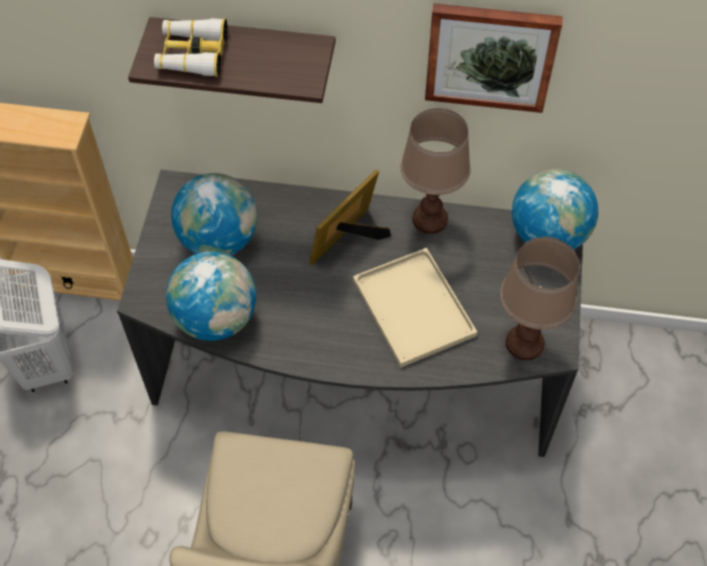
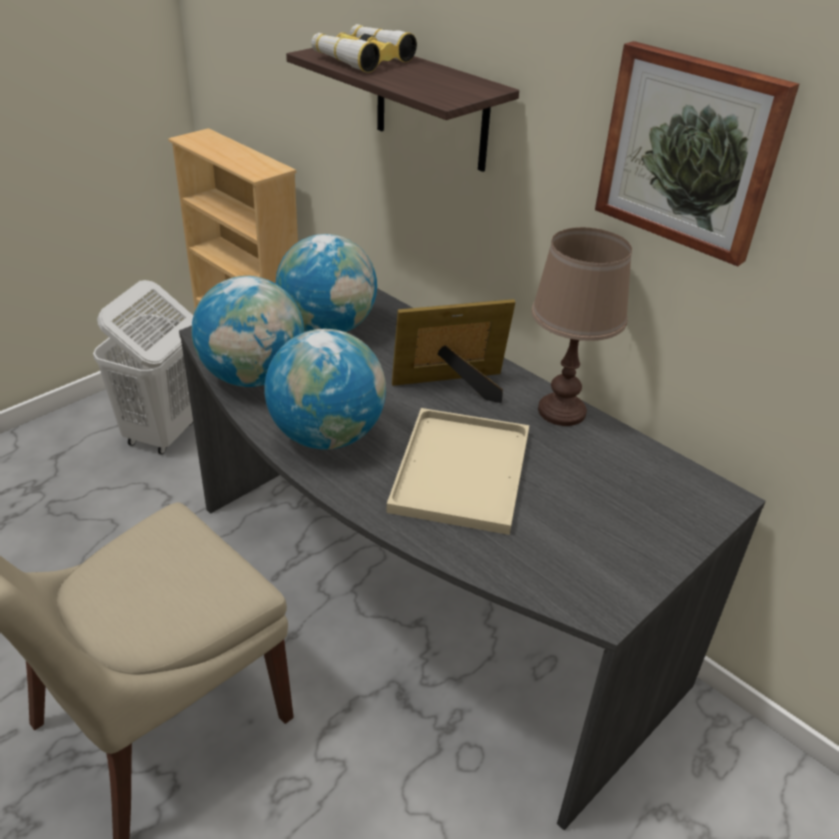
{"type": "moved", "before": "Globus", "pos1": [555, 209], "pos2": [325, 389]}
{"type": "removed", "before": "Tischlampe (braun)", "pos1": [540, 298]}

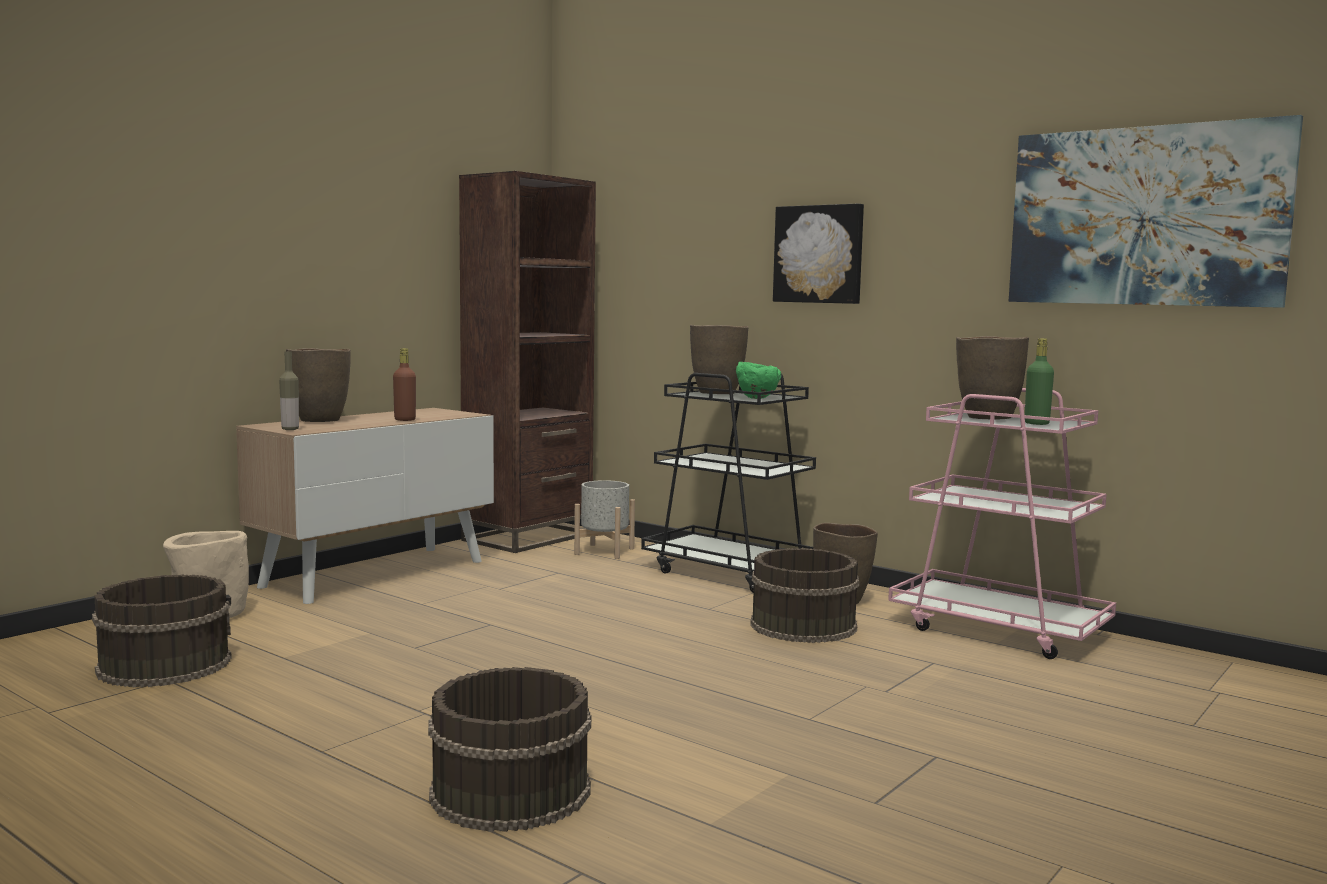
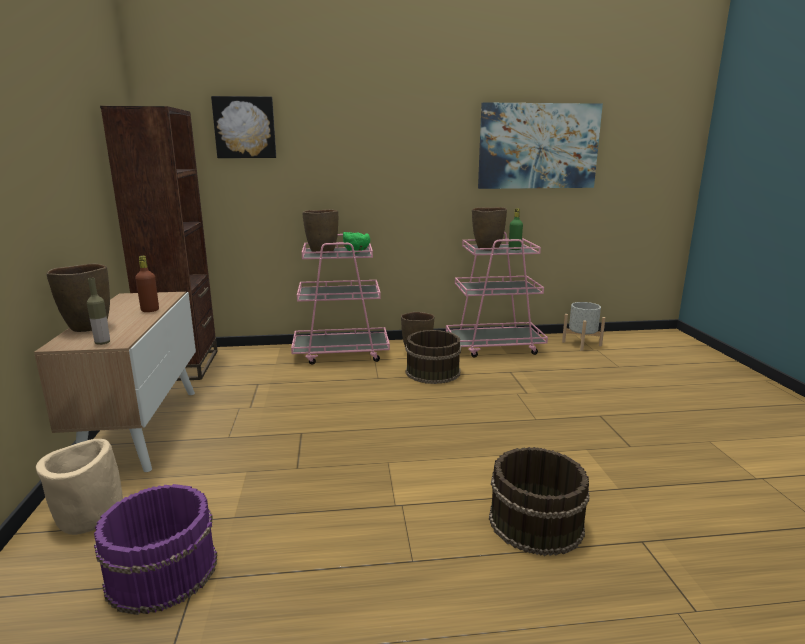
{"type": "recoloured", "before": "Eimer (braun)", "after": "Eimer (lila)", "pos1": [162, 630], "pos2": [156, 549]}
{"type": "moved", "before": "Bild", "pos1": [818, 254], "pos2": [243, 127]}
{"type": "recoloured", "before": "Rollwagen (schwarz)", "after": "Rollwagen (rosa)", "pos1": [728, 483], "pos2": [340, 299]}
{"type": "moved", "before": "Pflanzkübel (grau)", "pos1": [604, 519], "pos2": [583, 326]}

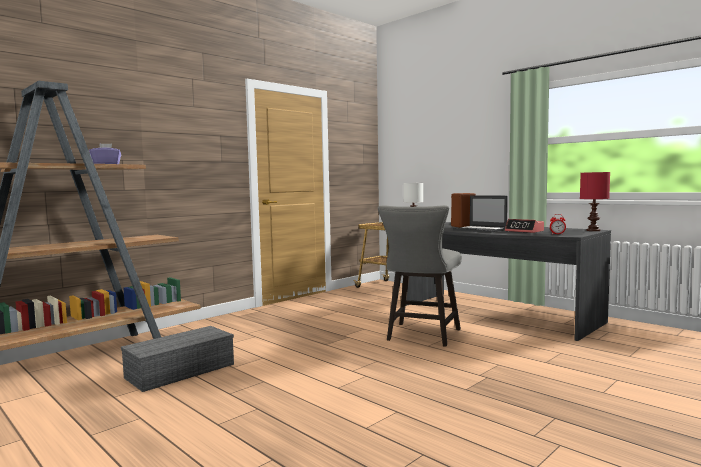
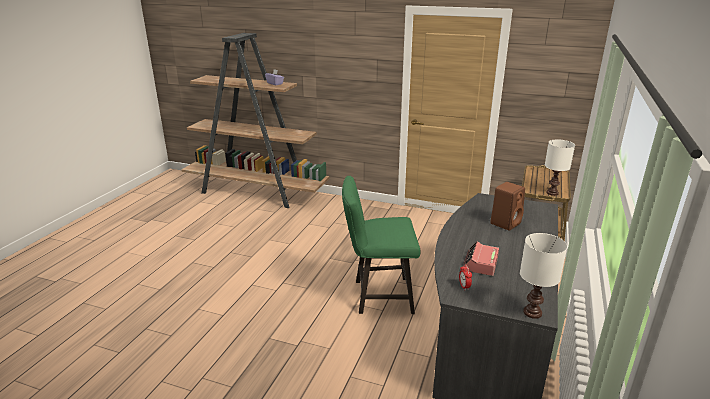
{"type": "recoloured", "before": "Hocker (grau)", "after": "Hocker (grün)", "pos1": [420, 276], "pos2": [381, 245]}
{"type": "recoloured", "before": "Tischlampe (rot)", "after": "Tischlampe (weiß)", "pos1": [595, 201], "pos2": [543, 276]}
{"type": "removed", "before": "Aufbewahrungsbox (grau)", "pos1": [177, 359]}
{"type": "removed", "before": "Laptop", "pos1": [480, 214]}

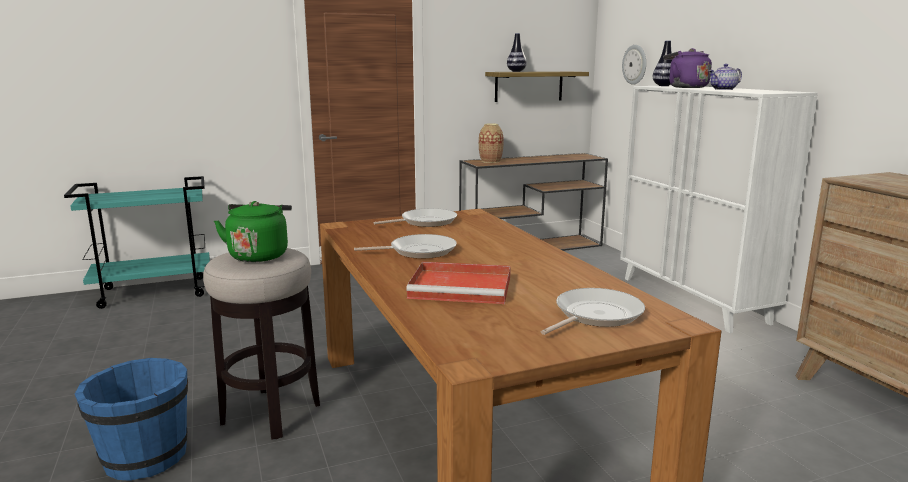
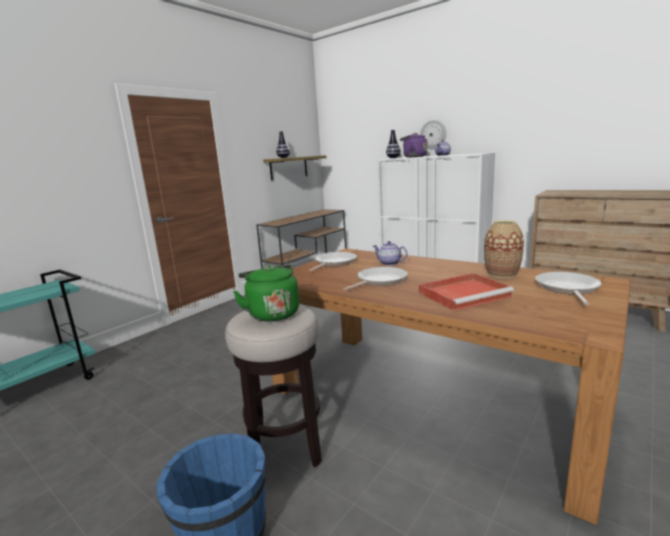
{"type": "added", "after": "Teekanne", "pos2": [390, 253]}
{"type": "moved", "before": "Wanduhr", "pos1": [634, 65], "pos2": [433, 134]}
{"type": "moved", "before": "Vase", "pos1": [491, 143], "pos2": [504, 249]}

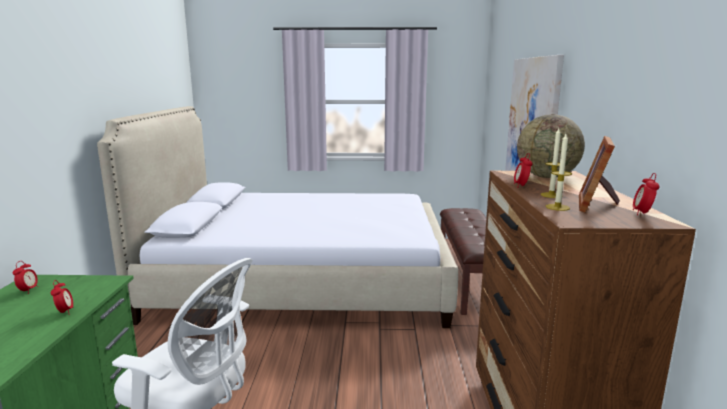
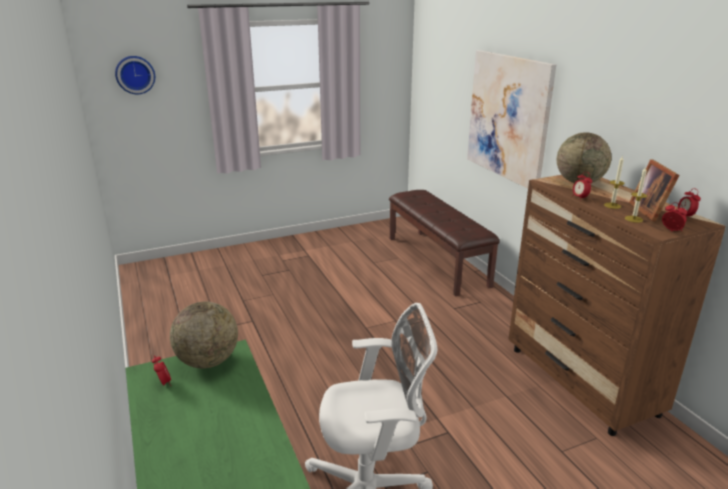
{"type": "added", "after": "Wanduhr", "pos2": [135, 75]}
{"type": "added", "after": "Globus", "pos2": [204, 334]}
{"type": "moved", "before": "Wecker", "pos1": [62, 297], "pos2": [674, 216]}
{"type": "removed", "before": "Bett", "pos1": [277, 217]}

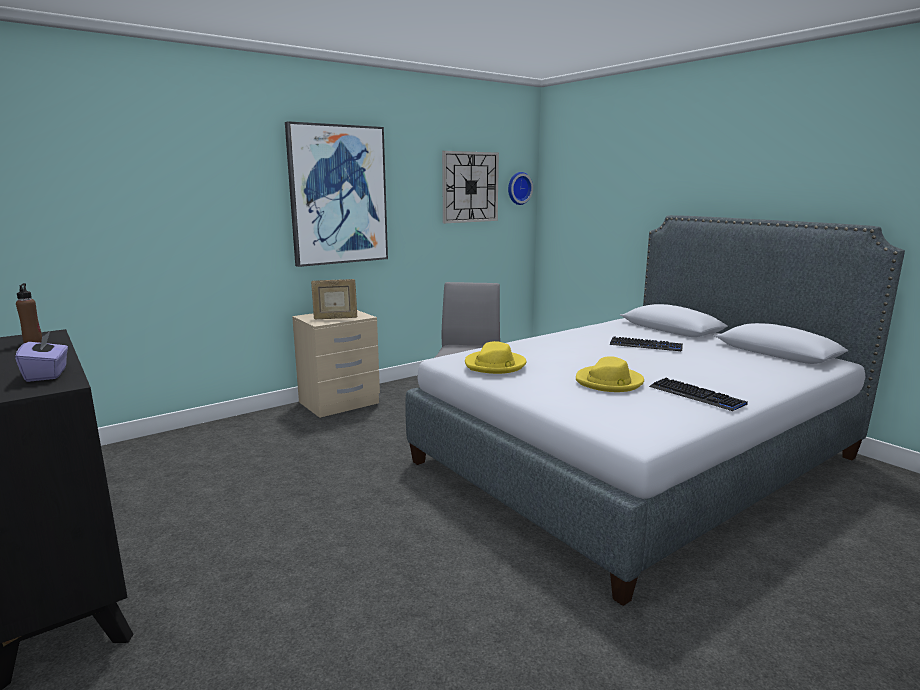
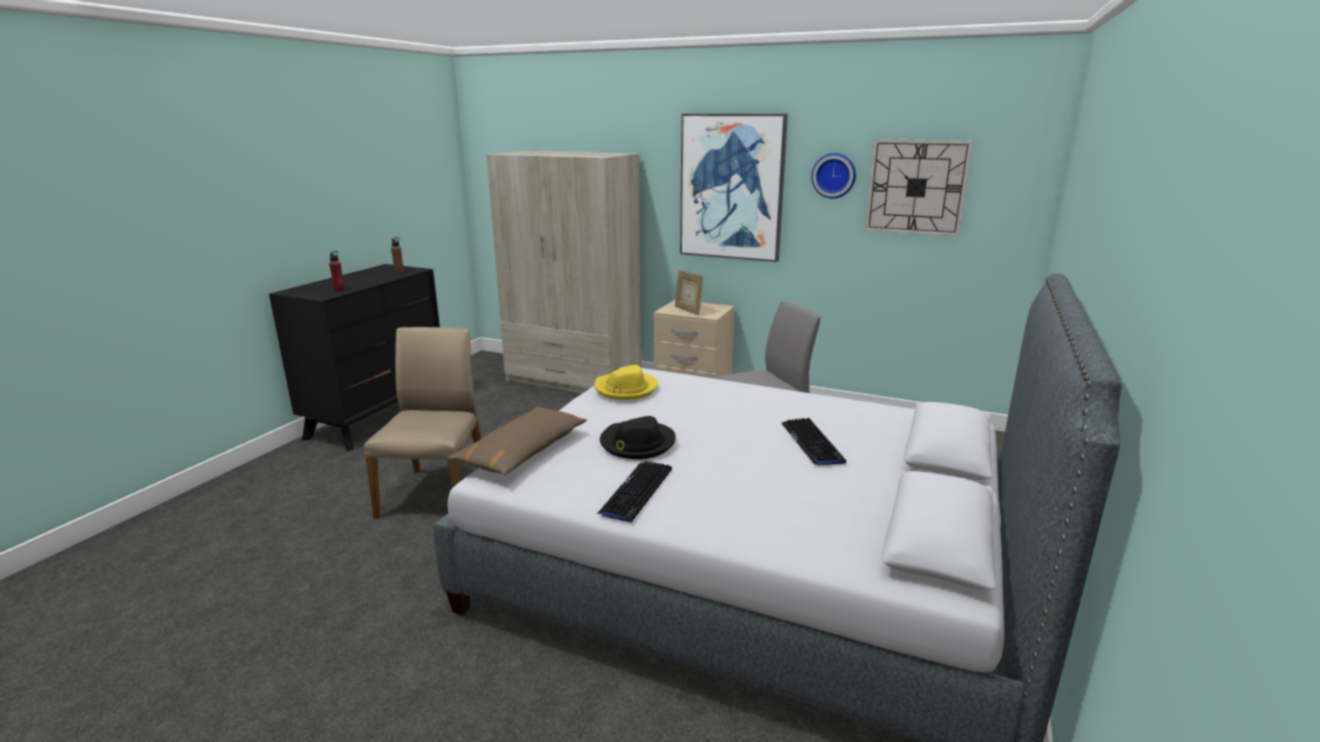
{"type": "replaced", "before": "Taschentuchbox (lila)", "after": "Flasche (rot)", "pos1": [41, 356], "pos2": [337, 271]}
{"type": "added", "after": "Stuhl (beige)", "pos2": [422, 423]}
{"type": "added", "after": "Kissen (braun)", "pos2": [517, 440]}
{"type": "added", "after": "Kleiderschrank (beige)", "pos2": [564, 272]}
{"type": "recoloured", "before": "Hut (gelb)", "after": "Hut (schwarz)", "pos1": [610, 374], "pos2": [638, 437]}
{"type": "moved", "before": "Wanduhr", "pos1": [520, 188], "pos2": [833, 175]}

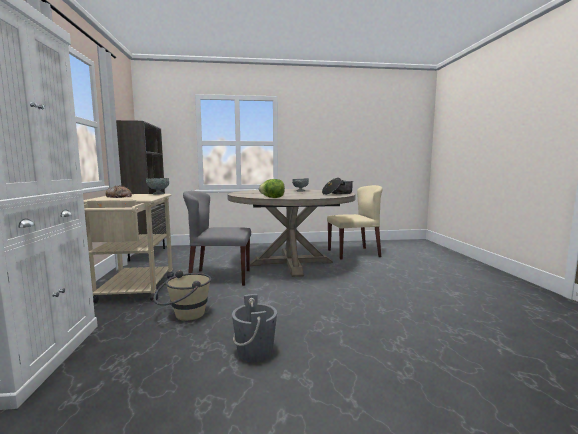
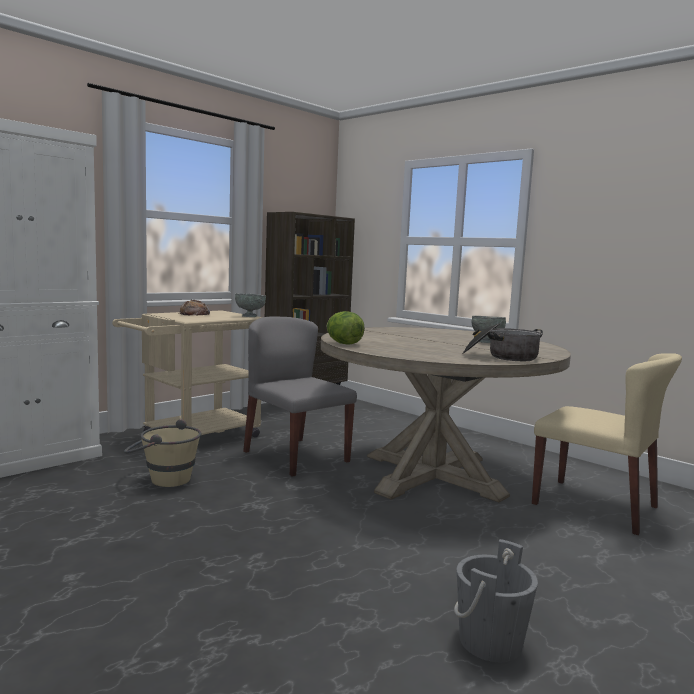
{"type": "moved", "before": "Eimer (grau)", "pos1": [254, 328], "pos2": [496, 600]}

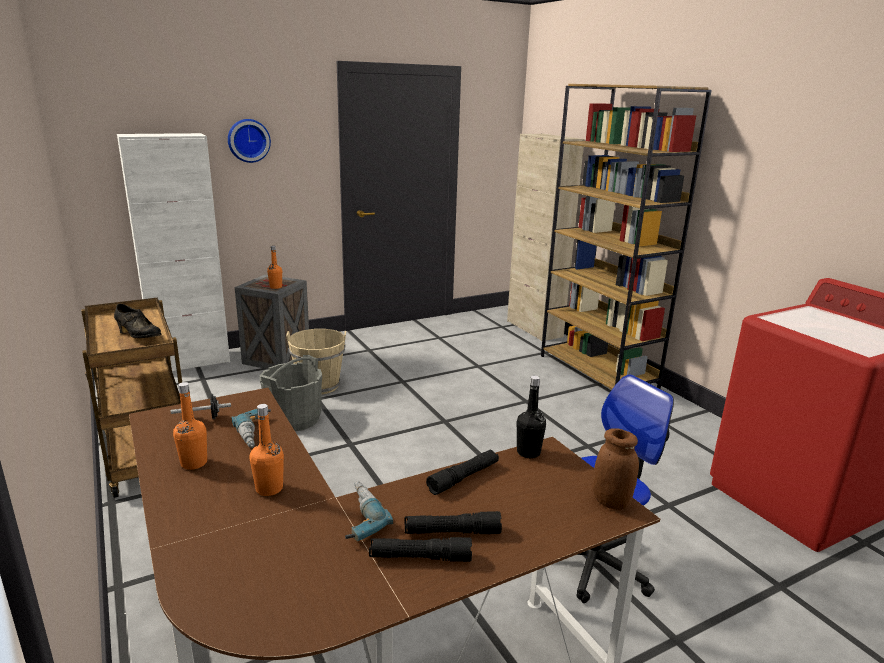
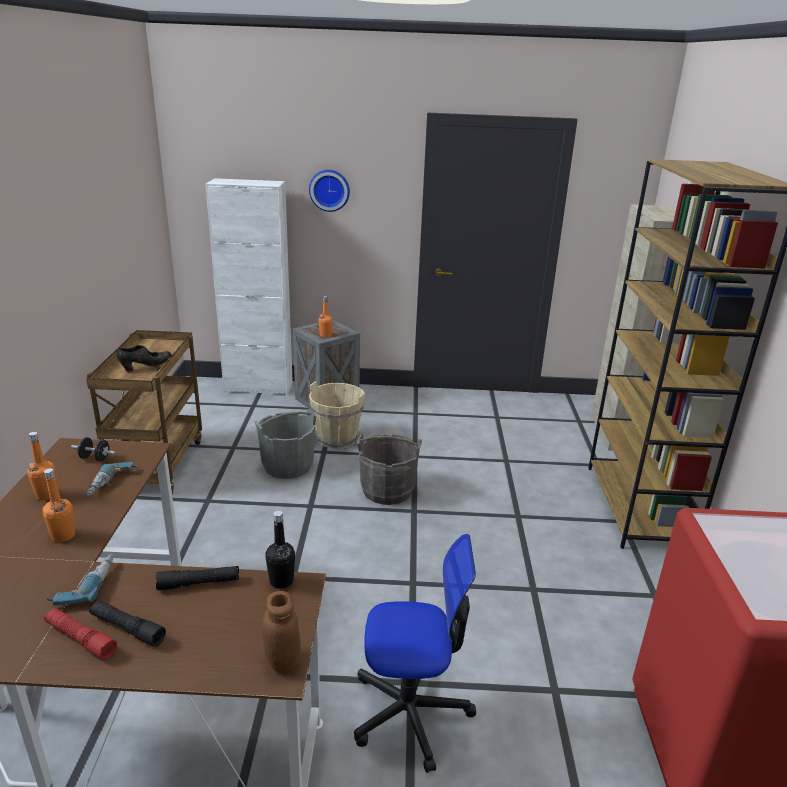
{"type": "recoloured", "before": "Taschenlampe (schwarz)", "after": "Taschenlampe (rot)", "pos1": [420, 549], "pos2": [80, 634]}
{"type": "turned", "before": "Schuh (schwarz)", "pos1": [137, 321], "pos2": [144, 358], "turn": -90}
{"type": "added", "after": "Eimer (grau)", "pos2": [389, 469]}

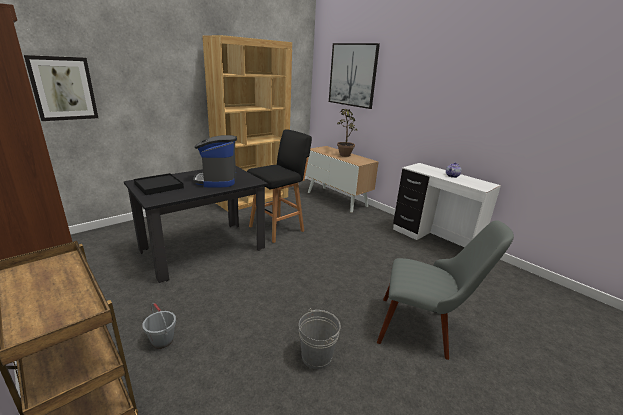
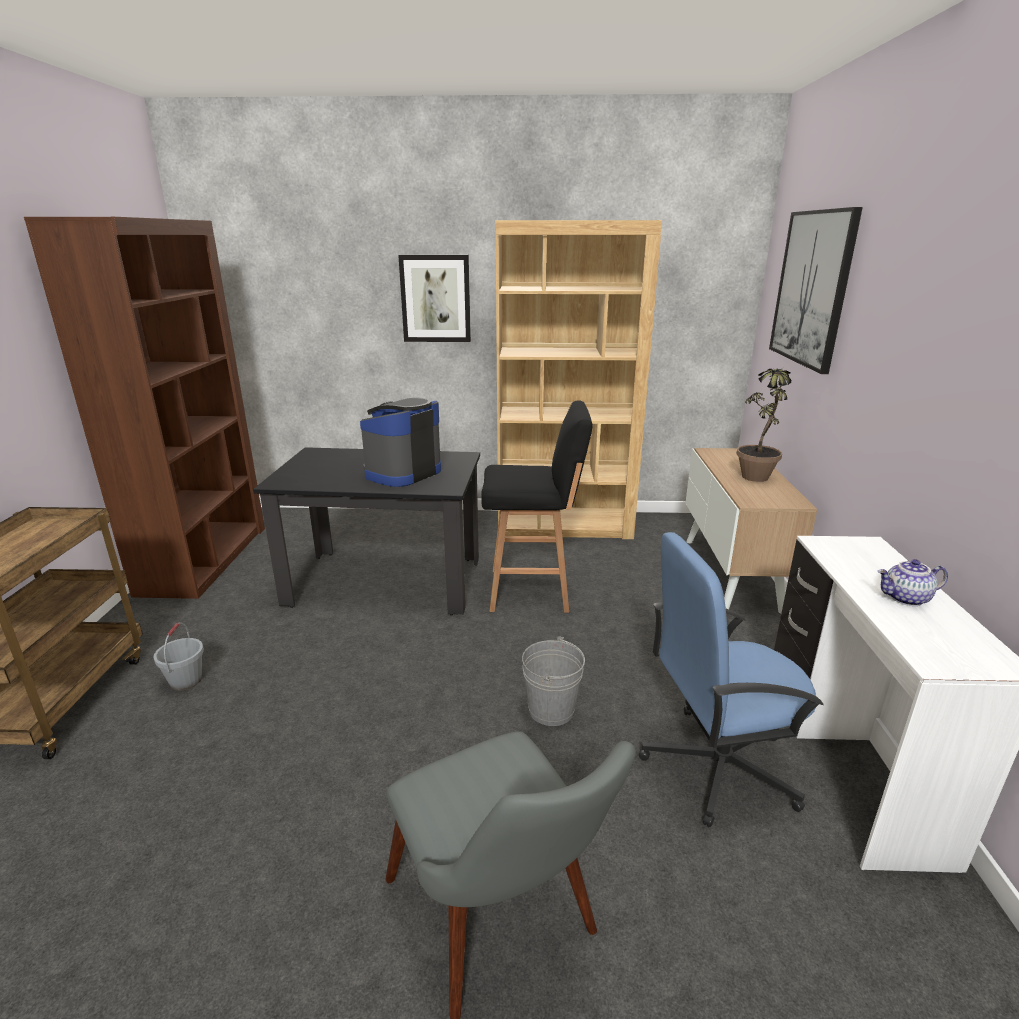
{"type": "moved", "before": "Bild", "pos1": [61, 88], "pos2": [434, 298]}
{"type": "moved", "before": "Eimer (grau)", "pos1": [320, 338], "pos2": [553, 681]}
{"type": "added", "after": "Bürostuhl (blau)", "pos2": [731, 679]}
{"type": "removed", "before": "Tablett (schwarz)", "pos1": [159, 184]}

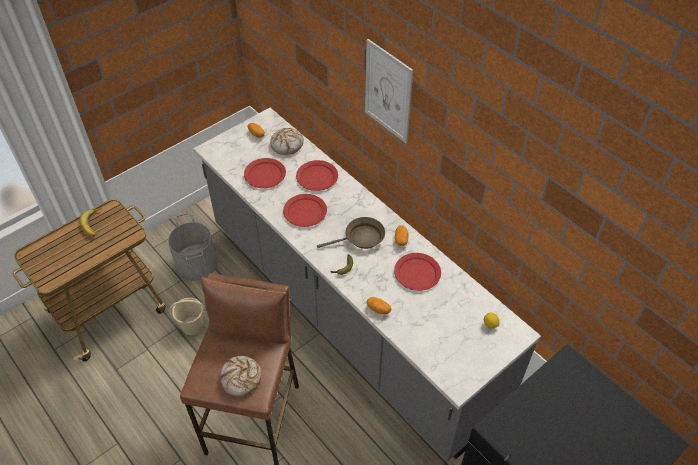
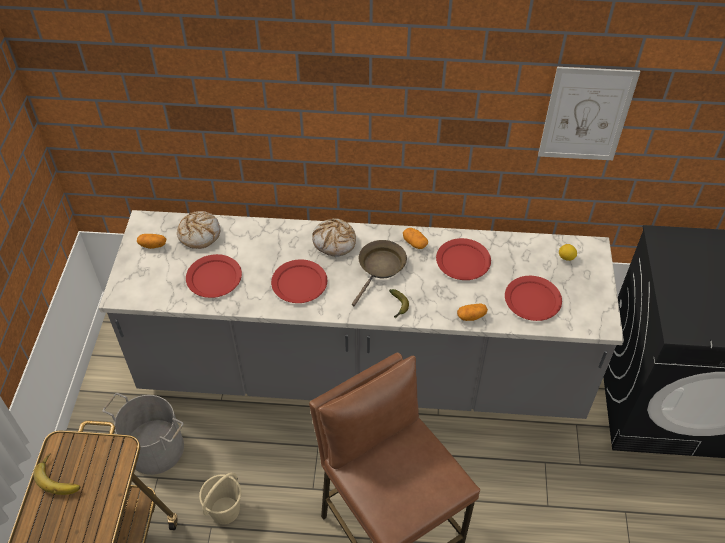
{"type": "moved", "before": "Brot", "pos1": [241, 376], "pos2": [334, 237]}
{"type": "moved", "before": "Teller (rot)", "pos1": [317, 175], "pos2": [533, 298]}
{"type": "moved", "before": "Bild", "pos1": [389, 91], "pos2": [589, 113]}

